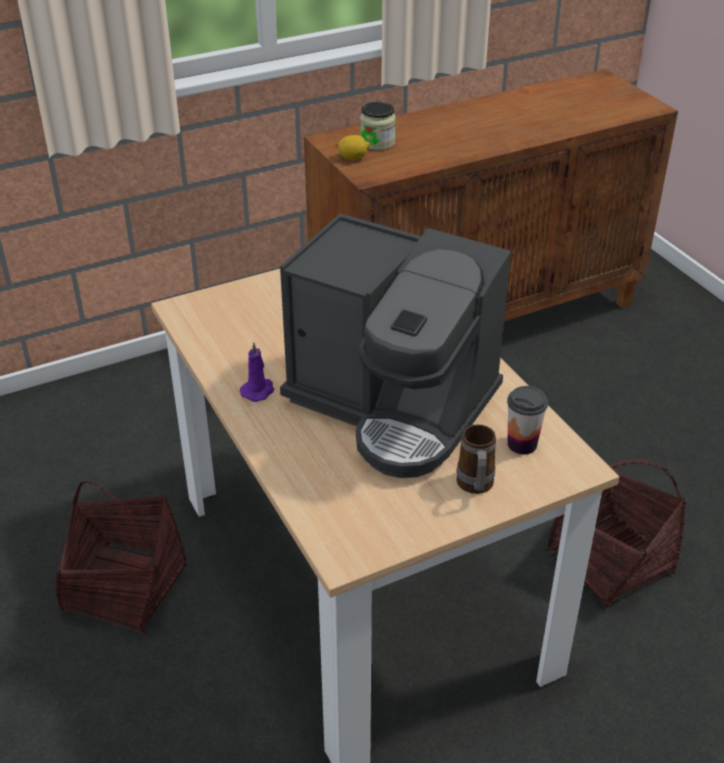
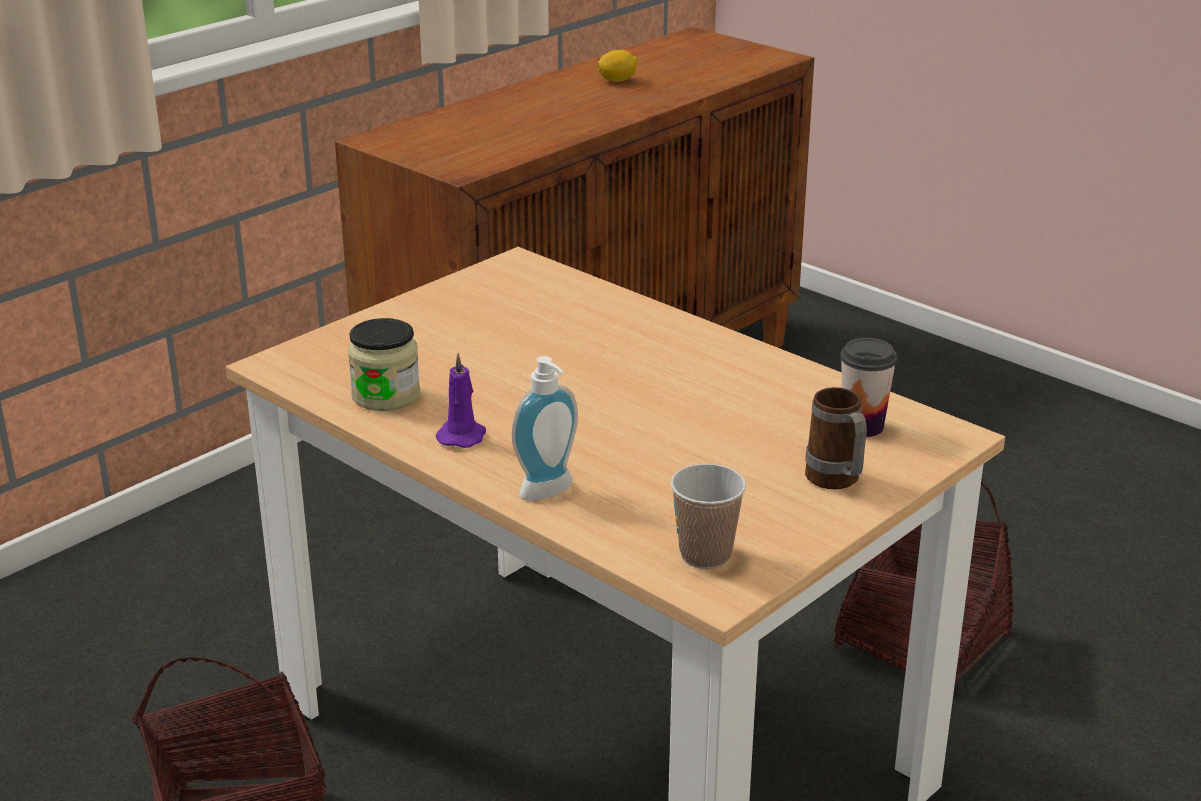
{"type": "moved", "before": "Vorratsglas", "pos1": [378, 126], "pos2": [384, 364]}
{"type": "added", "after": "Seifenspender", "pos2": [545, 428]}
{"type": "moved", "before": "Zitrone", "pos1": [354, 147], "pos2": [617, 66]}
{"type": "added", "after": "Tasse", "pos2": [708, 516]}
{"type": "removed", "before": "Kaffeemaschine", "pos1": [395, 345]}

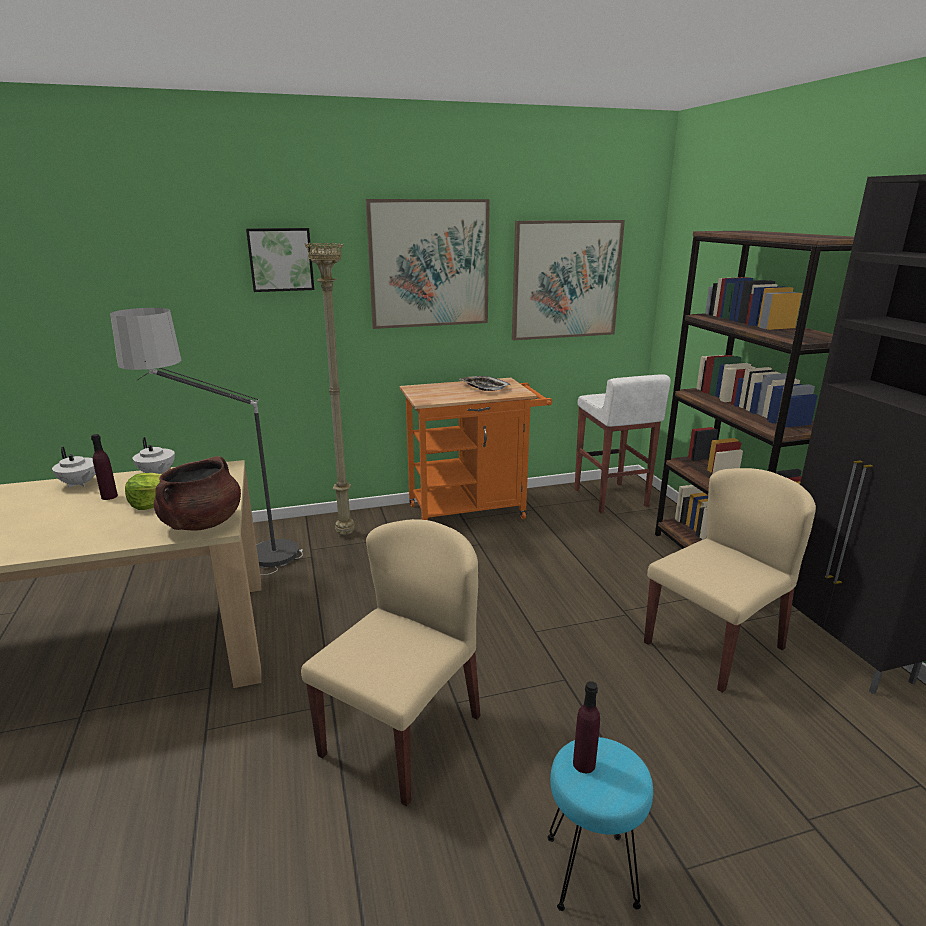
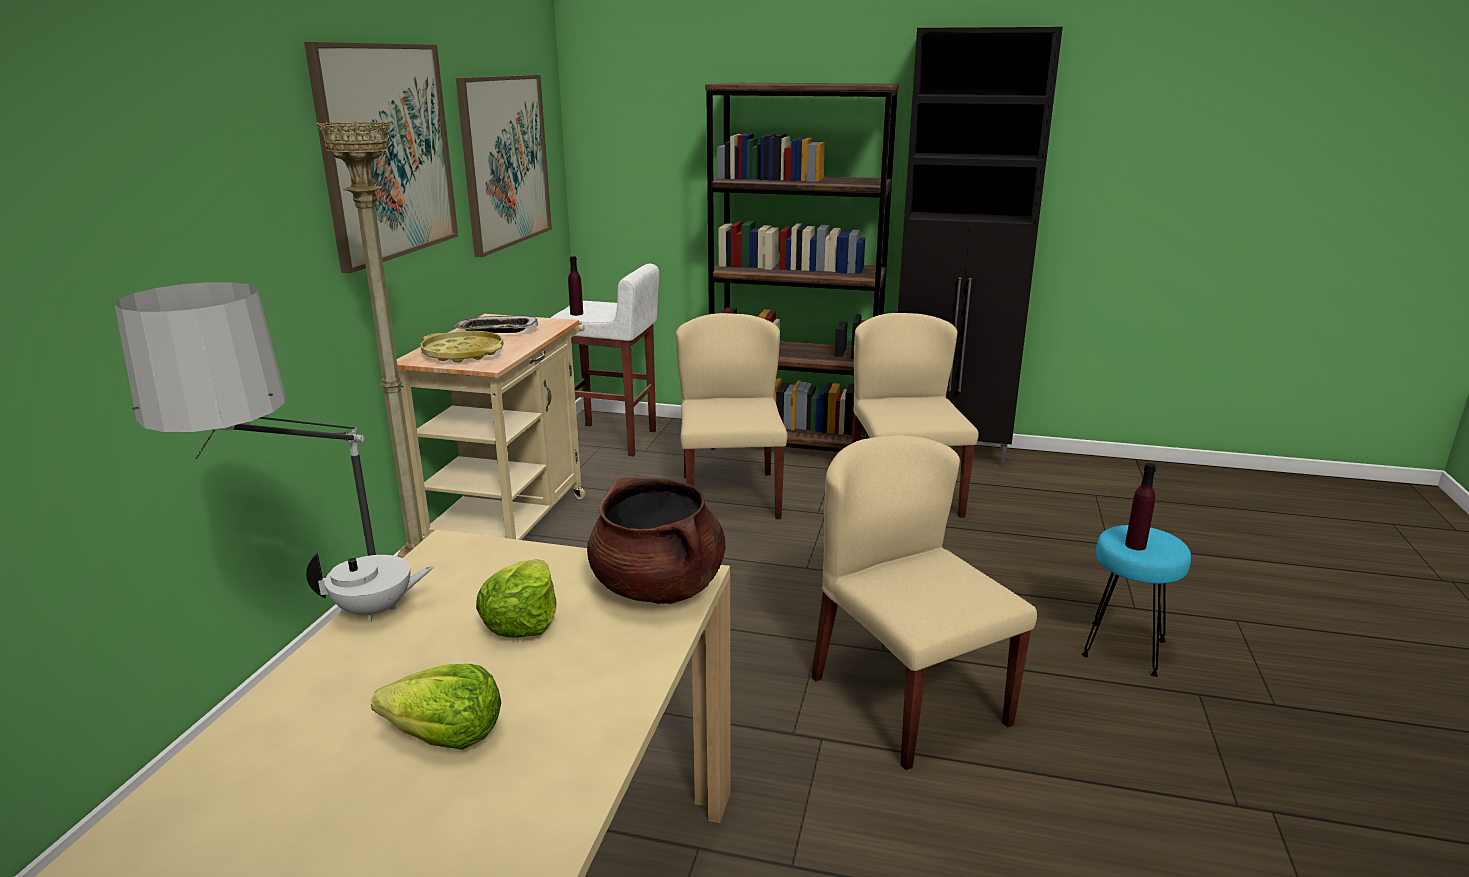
{"type": "added", "after": "Salatkopf", "pos2": [436, 707]}
{"type": "recoloured", "before": "Rollwagen (orange)", "after": "Rollwagen (beige)", "pos1": [476, 449], "pos2": [491, 427]}
{"type": "added", "after": "Tablett (gelb)", "pos2": [462, 347]}
{"type": "moved", "before": "Flasche (lila)", "pos1": [104, 467], "pos2": [575, 286]}
{"type": "added", "after": "Stuhl (beige)", "pos2": [731, 416]}
{"type": "removed", "before": "Teekanne (weiß)", "pos1": [74, 467]}
{"type": "removed", "before": "Bild", "pos1": [280, 260]}

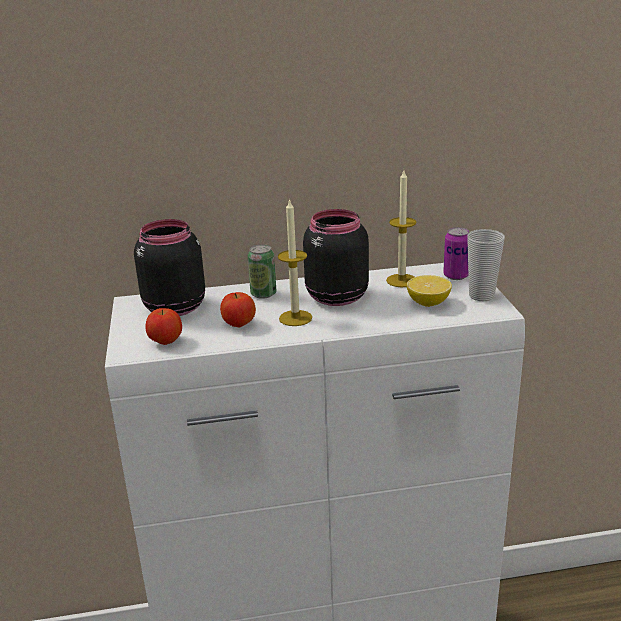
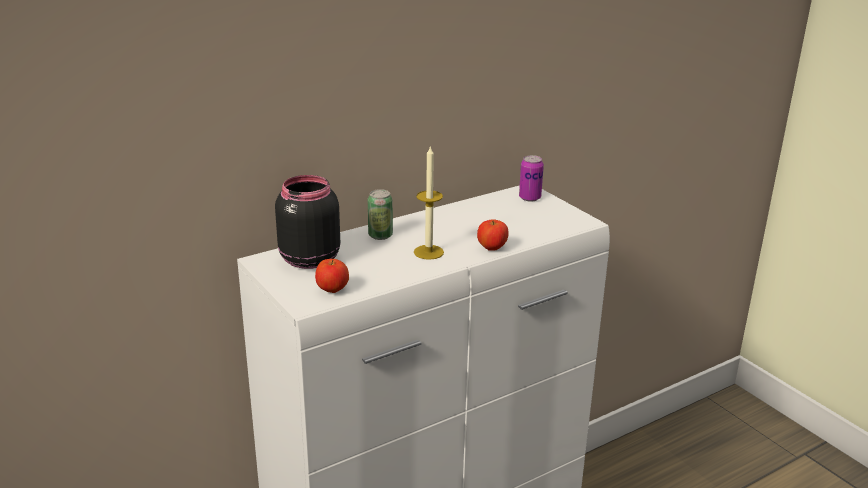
{"type": "moved", "before": "Apfel", "pos1": [238, 309], "pos2": [493, 235]}
{"type": "removed", "before": "Vorratsglas (schwarz)", "pos1": [336, 257]}
{"type": "removed", "before": "Kerze", "pos1": [401, 228]}
{"type": "removed", "before": "Zitrone", "pos1": [429, 291]}
{"type": "removed", "before": "Tasse", "pos1": [486, 265]}

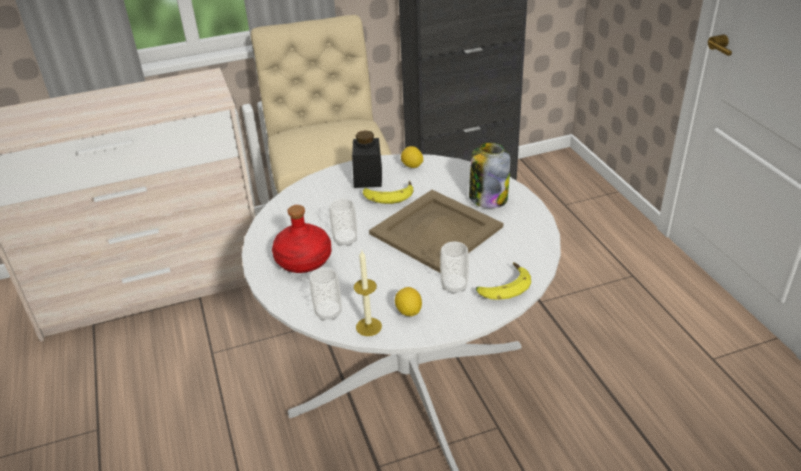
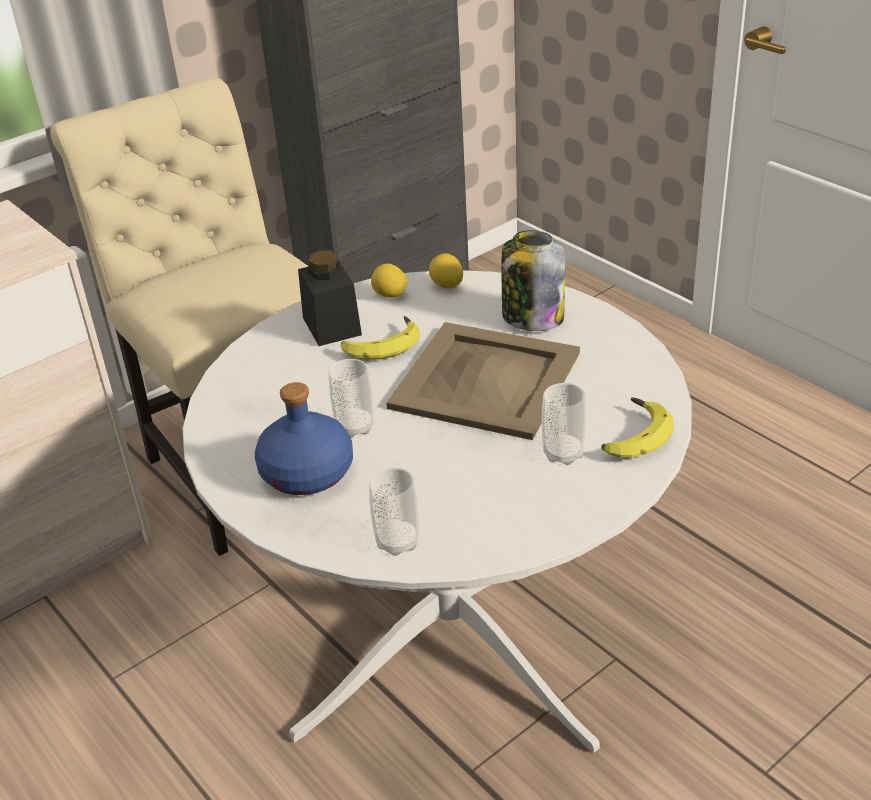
{"type": "recoloured", "before": "Flasche (rot)", "after": "Flasche (blau)", "pos1": [302, 239], "pos2": [304, 438]}
{"type": "moved", "before": "Zitrone", "pos1": [408, 301], "pos2": [446, 271]}
{"type": "removed", "before": "Kerze", "pos1": [368, 293]}

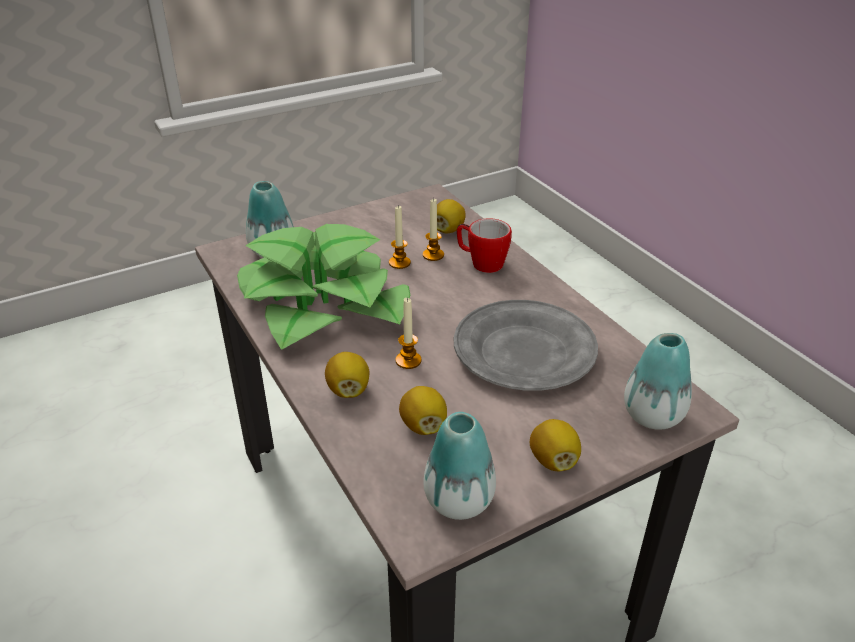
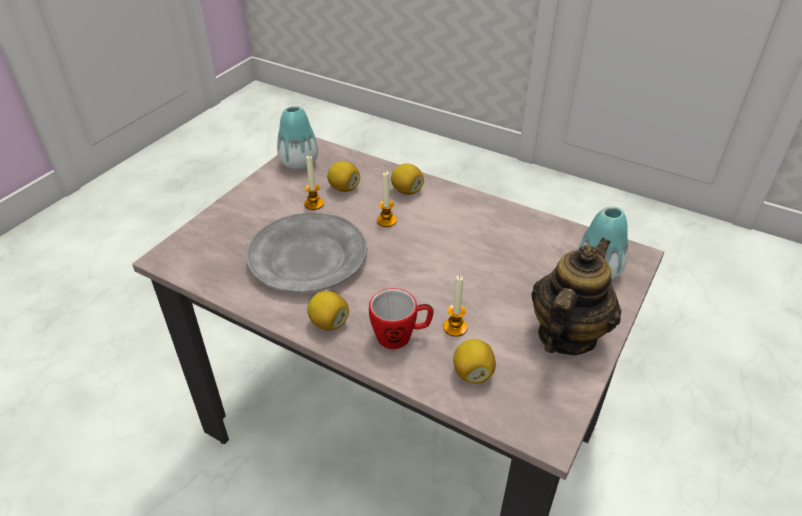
{"type": "moved", "before": "Kerze", "pos1": [400, 237], "pos2": [314, 182]}
{"type": "moved", "before": "Zitrone", "pos1": [555, 445], "pos2": [328, 310]}
{"type": "added", "after": "Teekanne", "pos2": [576, 296]}
{"type": "removed", "before": "Topfpflanze", "pos1": [323, 287]}
{"type": "removed", "before": "Vase", "pos1": [658, 381]}

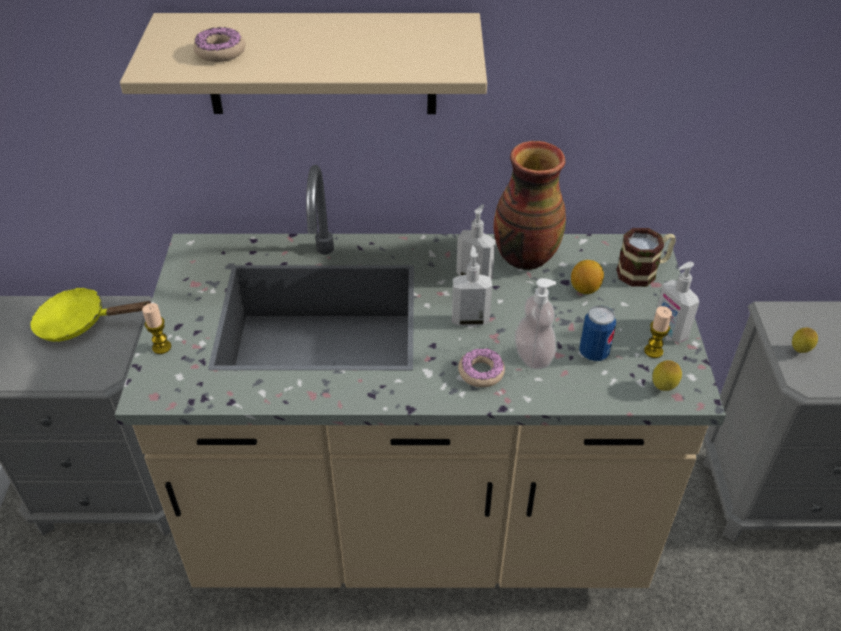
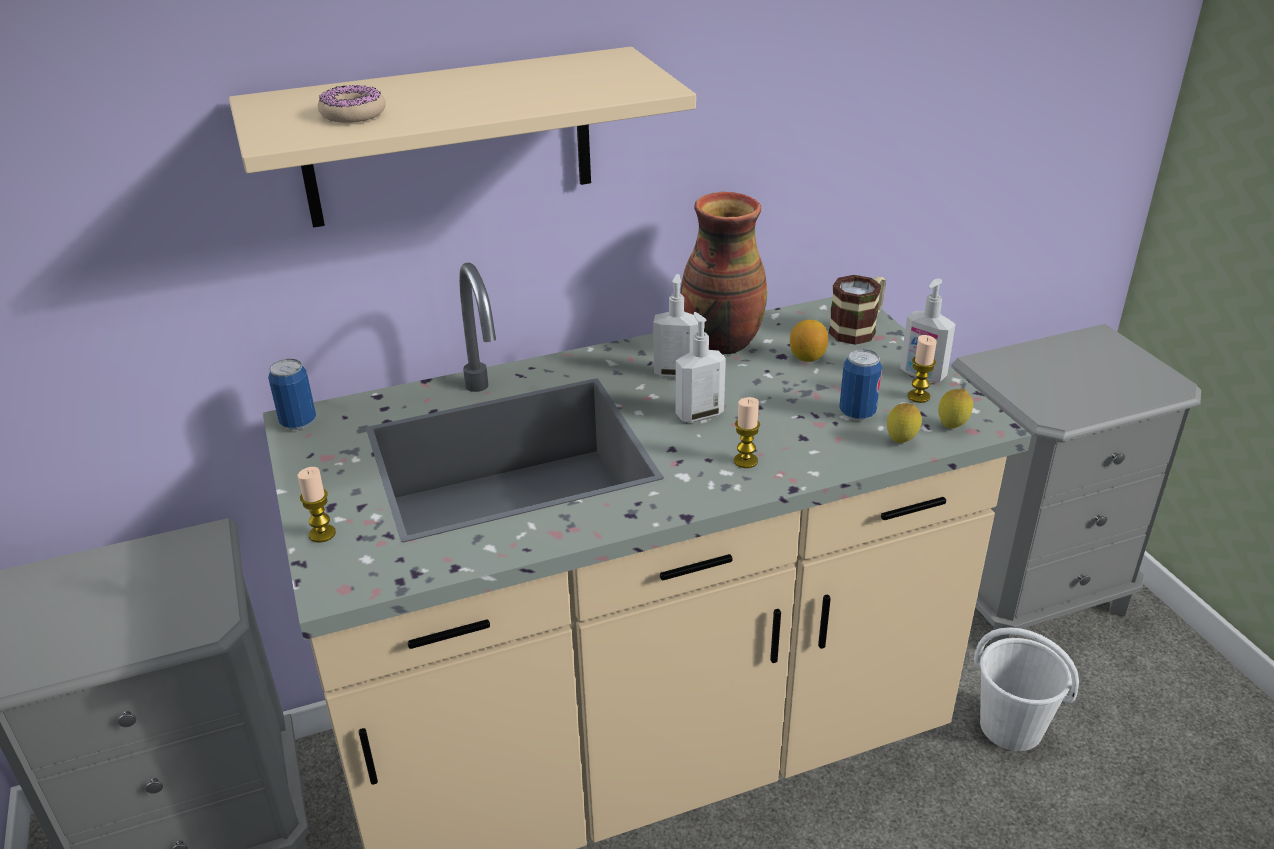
{"type": "added", "after": "Dose", "pos2": [292, 394]}
{"type": "replaced", "before": "Donut", "after": "Kerze", "pos1": [481, 367], "pos2": [747, 432]}
{"type": "moved", "before": "Zitrone", "pos1": [805, 340], "pos2": [904, 423]}
{"type": "added", "after": "Eimer (weiß)", "pos2": [1026, 689]}
{"type": "removed", "before": "Pfanne (gelb)", "pos1": [90, 314]}
{"type": "removed", "before": "Seifenspender", "pos1": [535, 323]}

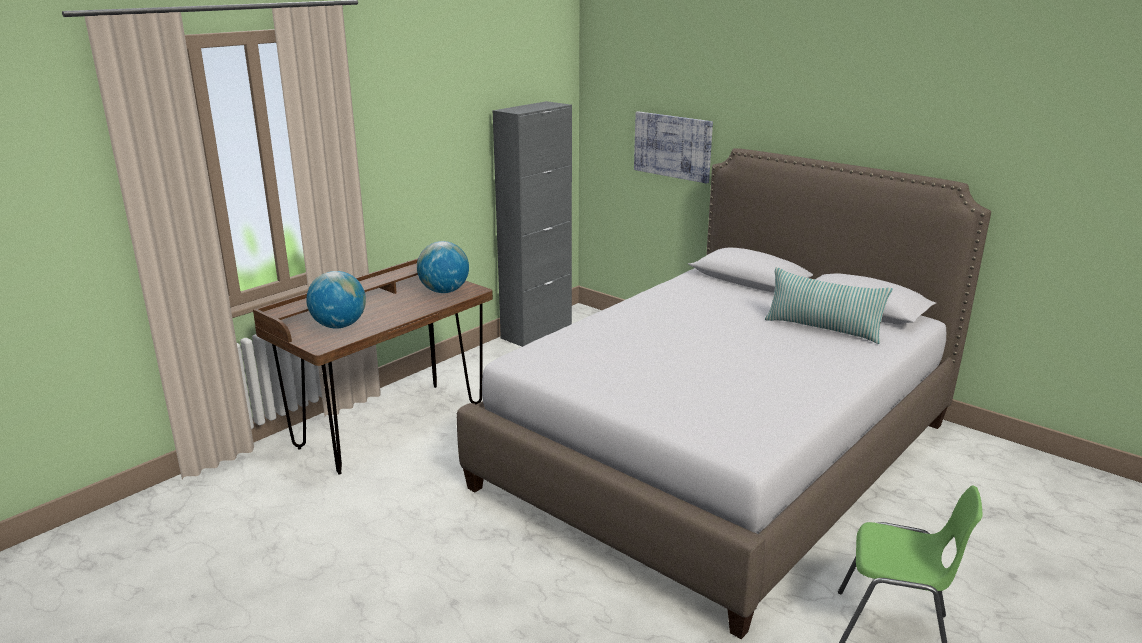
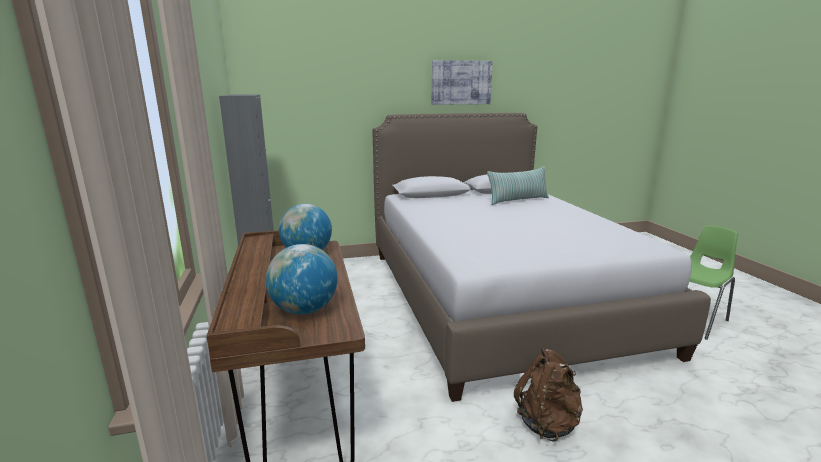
{"type": "moved", "before": "Bild", "pos1": [673, 147], "pos2": [462, 82]}
{"type": "added", "after": "Rucksack (braun)", "pos2": [548, 395]}

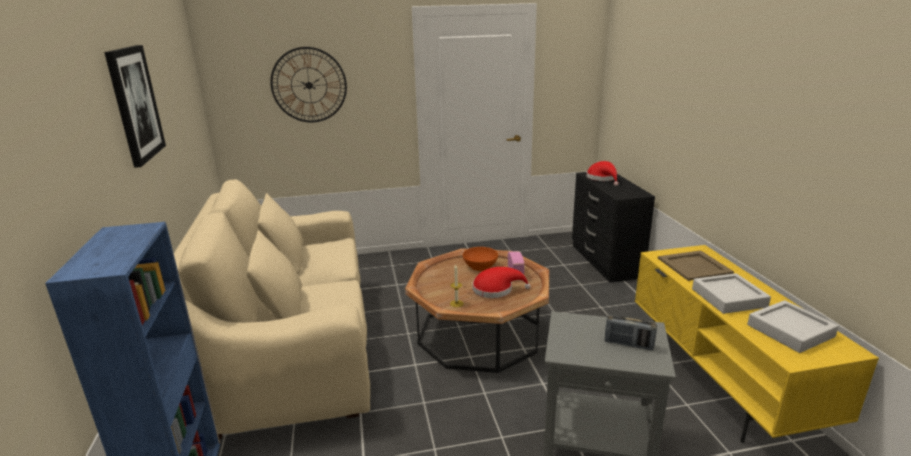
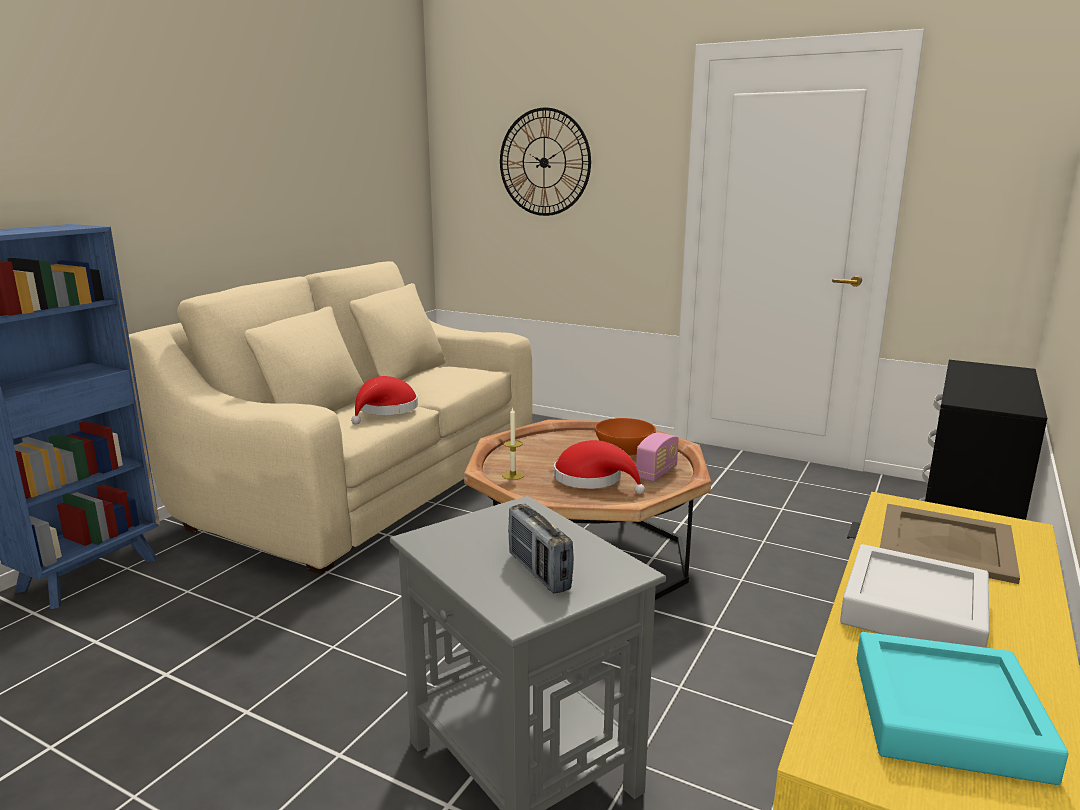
{"type": "moved", "before": "Hut (rot)", "pos1": [602, 173], "pos2": [384, 400]}
{"type": "recoloured", "before": "Tablett (grau)", "after": "Tablett (türkis)", "pos1": [793, 326], "pos2": [962, 708]}
{"type": "removed", "before": "Bild", "pos1": [135, 106]}

